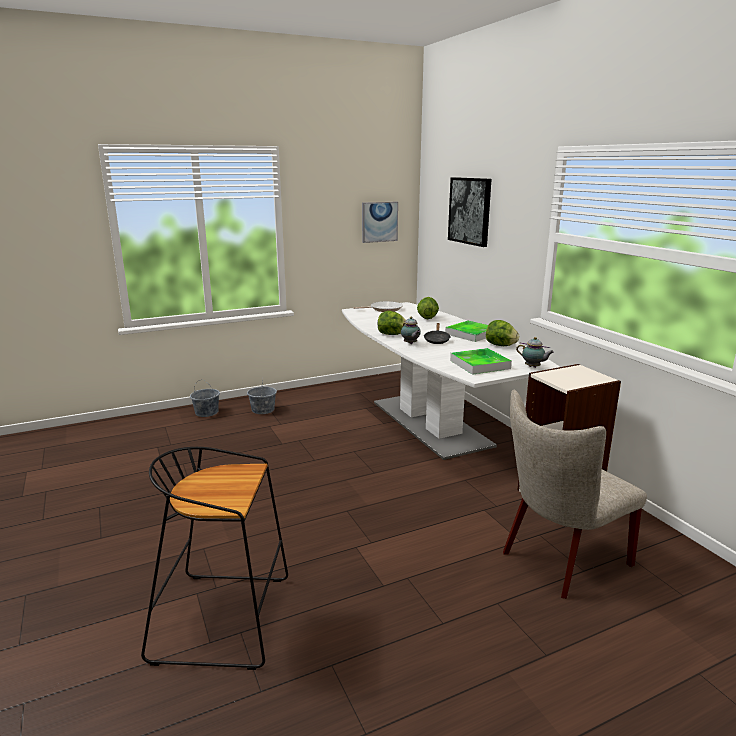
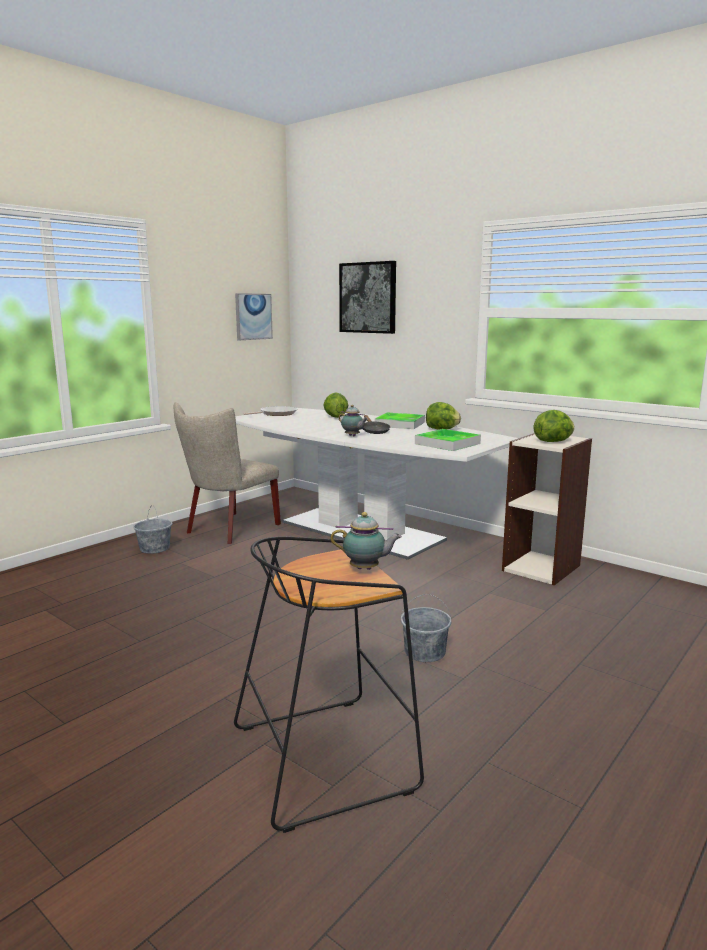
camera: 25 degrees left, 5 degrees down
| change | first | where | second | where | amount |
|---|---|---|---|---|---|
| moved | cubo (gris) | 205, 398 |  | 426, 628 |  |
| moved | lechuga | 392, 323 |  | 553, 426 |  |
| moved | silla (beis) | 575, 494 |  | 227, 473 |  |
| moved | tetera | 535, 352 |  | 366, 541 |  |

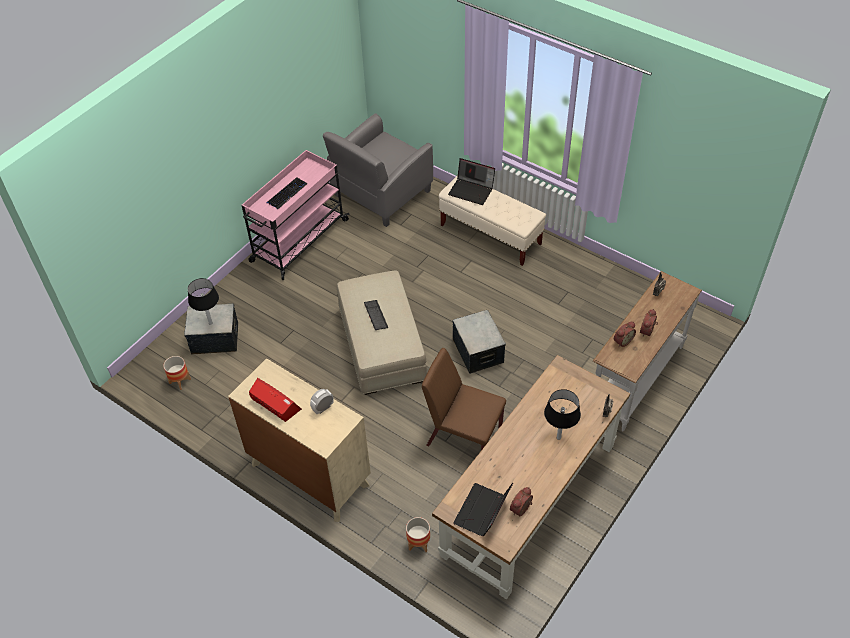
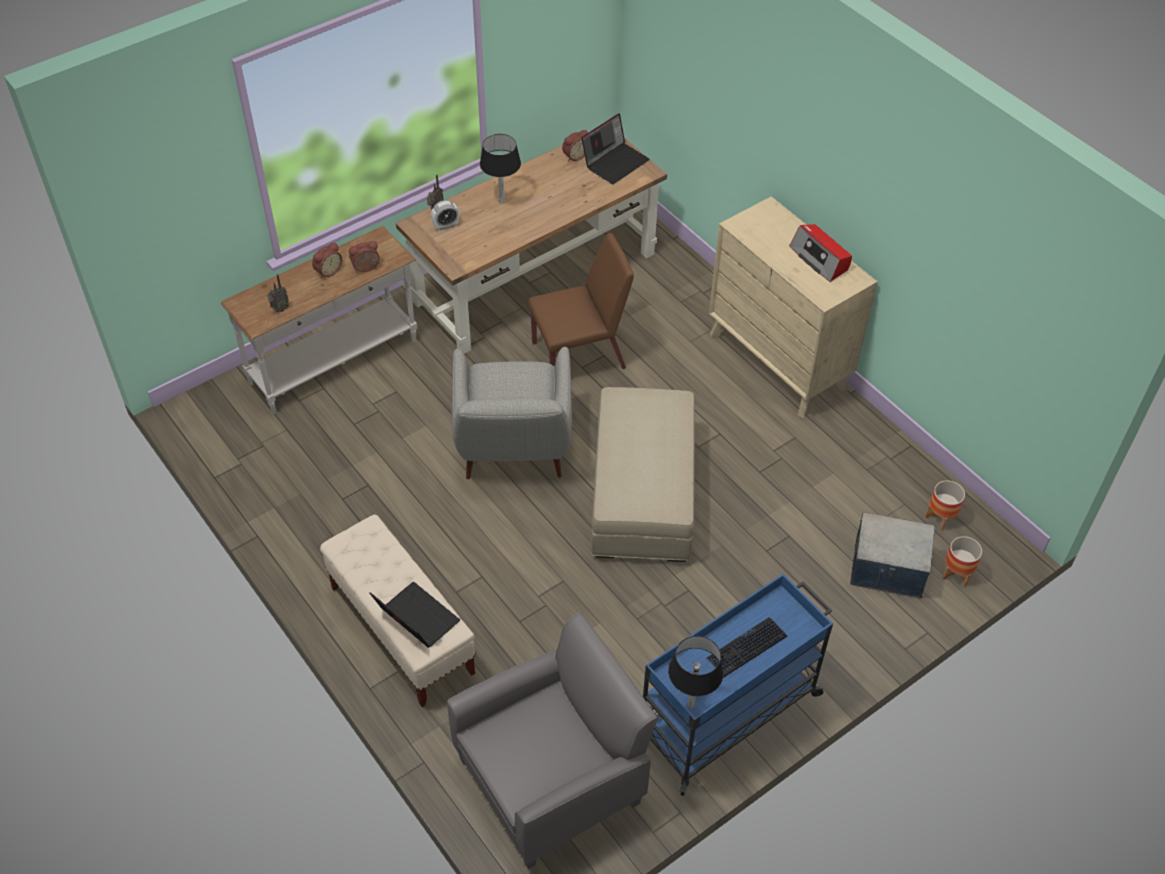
camera: 165 degrees left, 0 degrees up
| change | first | where | second | where | amount |
|---|---|---|---|---|---|
| removed | teclado | 376, 315 |  |  |  |
| moved | lámpara de mesa (negro) | 203, 301 |  | 696, 672 |  |
| moved | despertador | 322, 401 |  | 445, 215 |  |
| moved | maceta | 418, 534 |  | 962, 561 |  |
| replaced | caja de almacenaje | 479, 342 | sillón (gris) | 512, 413 |  |
| recoloured | carrito (rosa) | 295, 215 | carrito (azul) | 738, 685 |  |
| turned | silla (marrón) | 464, 399 |  | 581, 301 | 60 degrees counterclockwise |

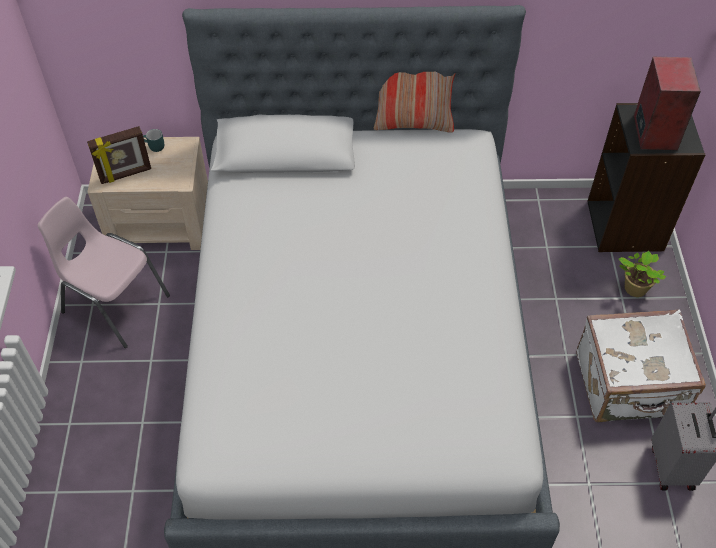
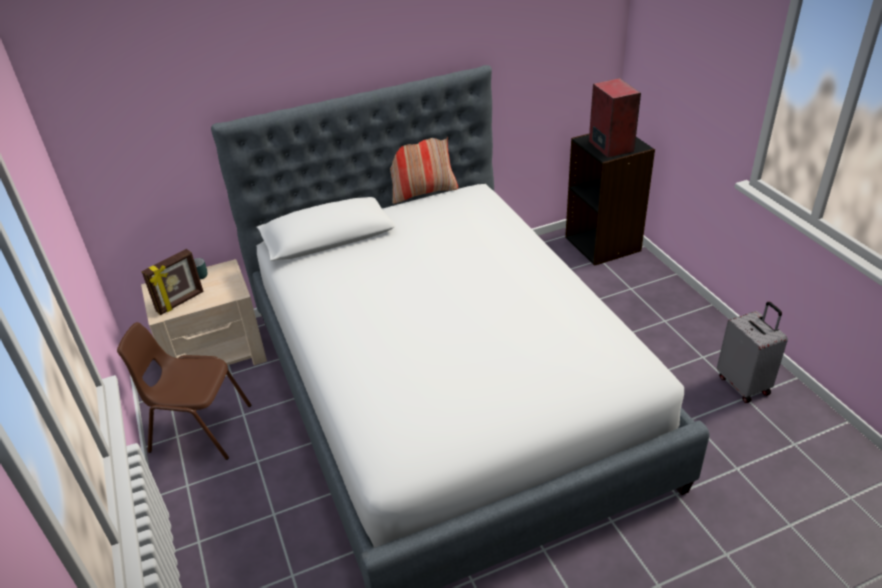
camera: 20 degrees left, 15 degrees down
| change | first | where | second | where | amount |
|---|---|---|---|---|---|
| removed | maleta (blanco) | 641, 365 |  |  |  |
| removed | planta en maceta | 642, 274 |  |  |  |
| recoloured | silla (rosa) | 104, 272 | silla (marrón) | 184, 391 |  |

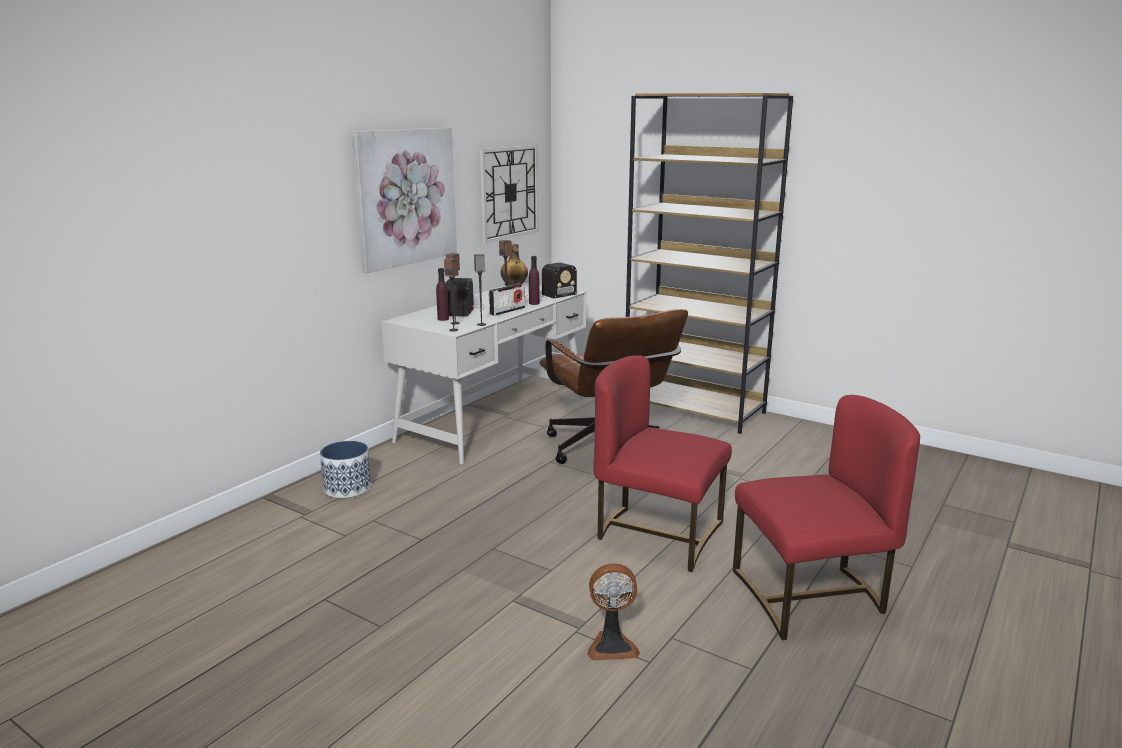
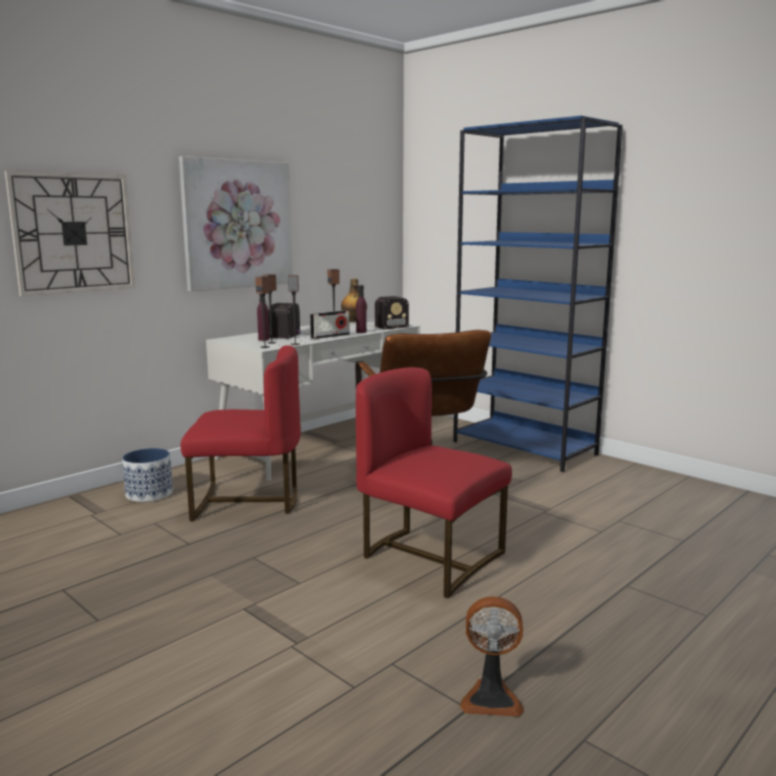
camera: 10 degrees right, 5 degrees down
| change | first | where | second | where | amount |
|---|---|---|---|---|---|
| moved | reloj de pared | 509, 194 |  | 69, 233 |  |
| moved | ventilador | 613, 611 |  | 492, 656 |  |
| moved | silla (rojo) | 826, 517 |  | 241, 433 |  |
| recoloured | estantería (marrón) | 709, 263 | estantería (azul) | 538, 294 |  |

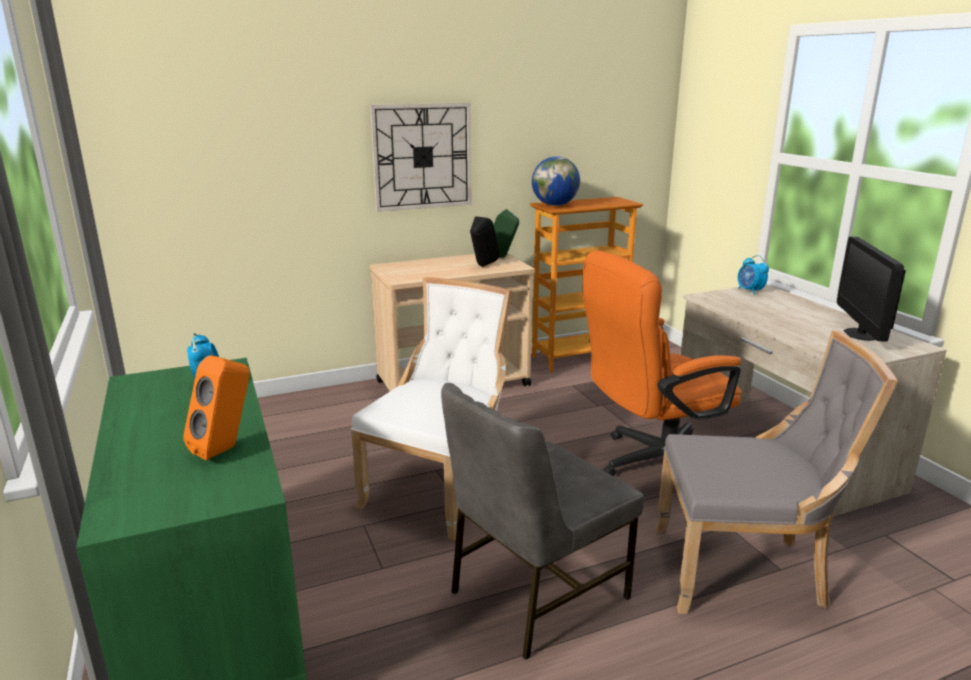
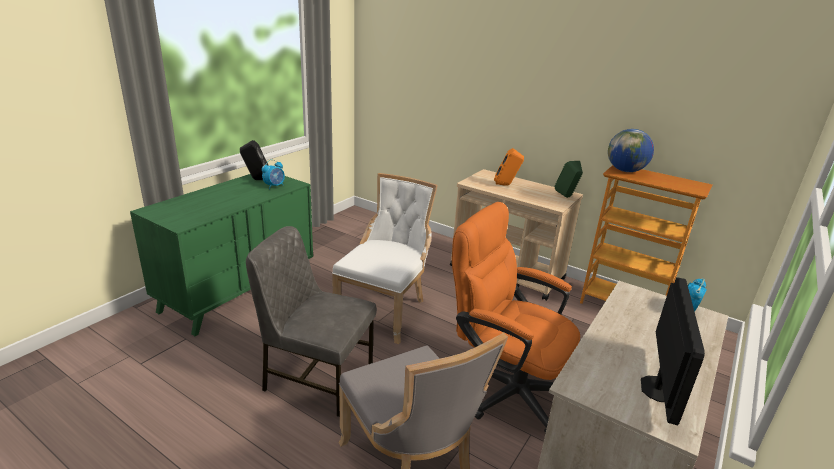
camera: 55 degrees right, 5 degrees up
| change | first | where | second | where | amount |
|---|---|---|---|---|---|
| removed | reloj de pared | 421, 157 |  |  |  |
| moved | altavoz (naranja) | 216, 408 |  | 509, 167 |  |
| moved | altavoz (negro) | 485, 241 |  | 254, 160 |  |
| turned | silla (blanco) | 431, 408 |  | 385, 258 | 60 degrees counterclockwise |
| turned | monitor | 871, 289 |  | 673, 351 | 135 degrees clockwise |

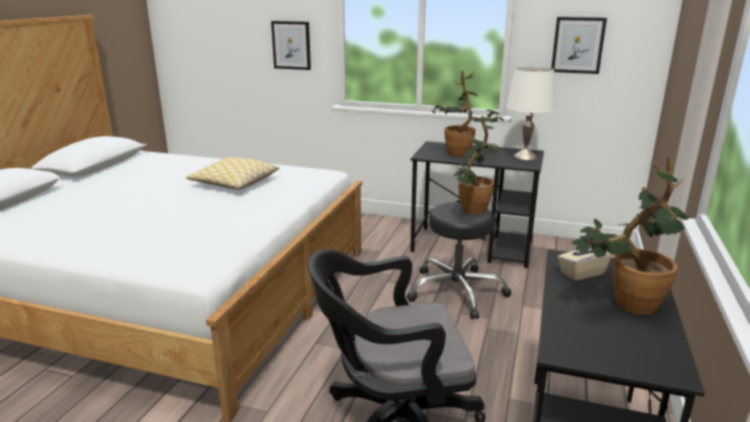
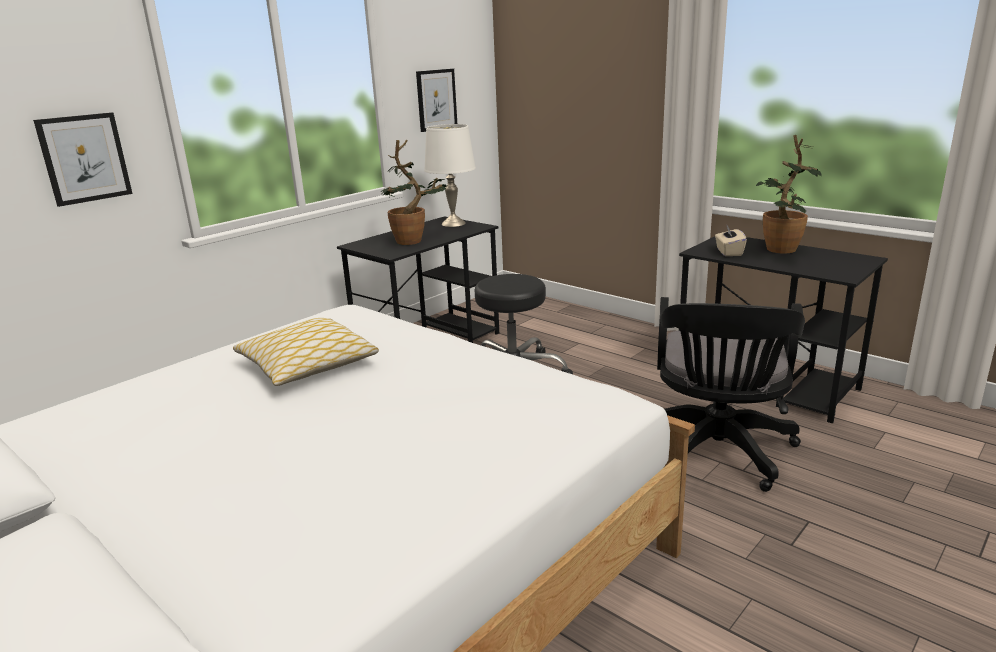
camera: 65 degrees left, 0 degrees up
| change | first | where | second | where | amount |
|---|---|---|---|---|---|
| removed | planta en maceta | 477, 165 |  |  |  |

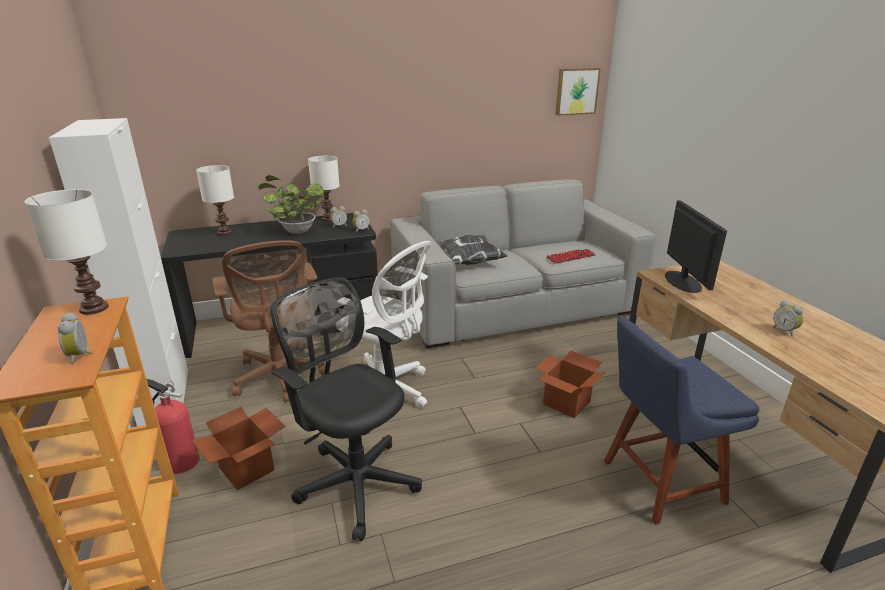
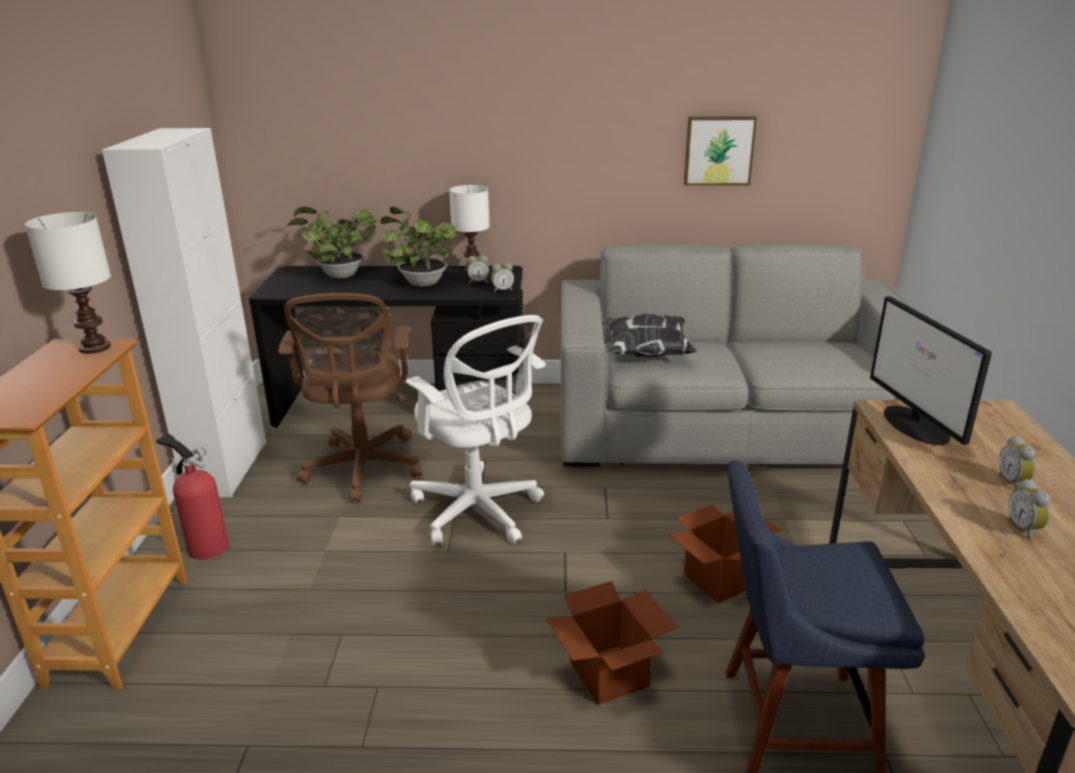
camera: 20 degrees right, 0 degrees up
| change | first | where | second | where | amount |
|---|---|---|---|---|---|
| removed | silla de oficina (negro) | 346, 409 |  |  |  |
| removed | teclado | 570, 256 |  |  |  |
| moved | despertador | 75, 338 |  | 1017, 462 |  |
| moved | caja de cartón | 239, 448 |  | 611, 643 |  |
| moved | cuadro | 578, 91 |  | 720, 150 |  |
| replaced | lámpara de mesa (blanco) | 215, 200 | planta en maceta | 330, 242 |  |
| turned | monitor | 696, 246 |  | 931, 370 | 150 degrees clockwise |

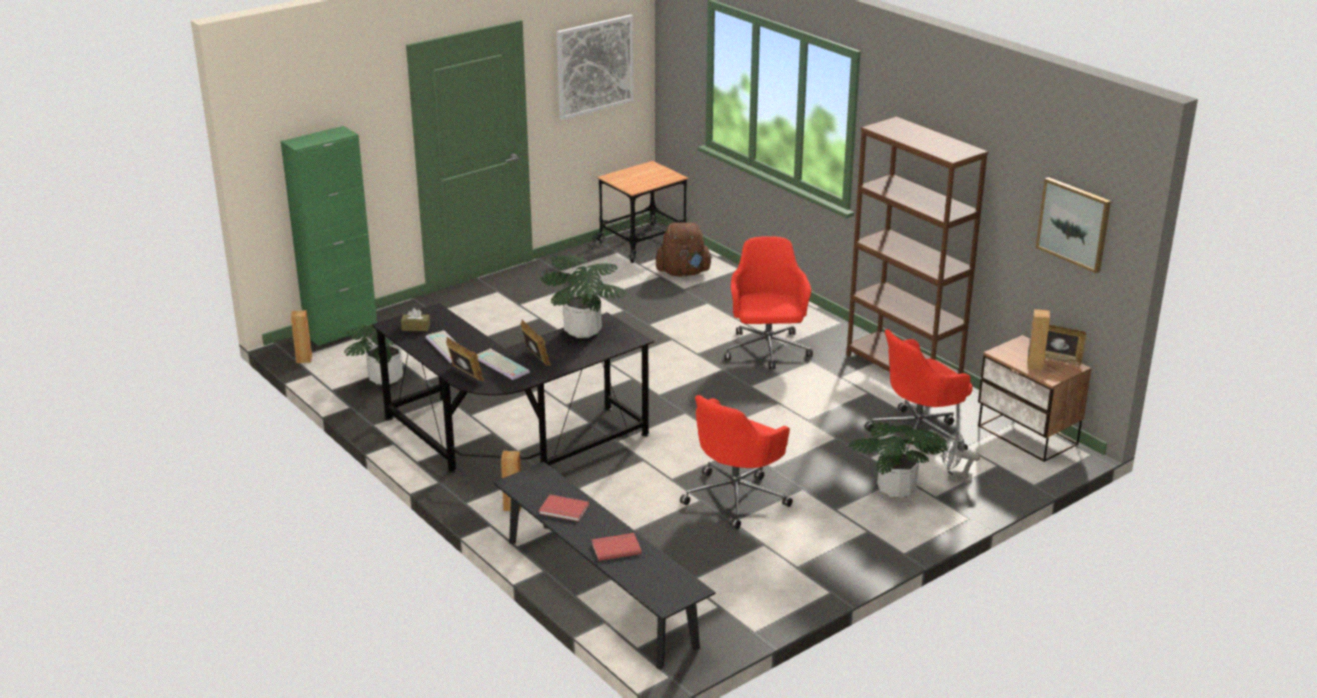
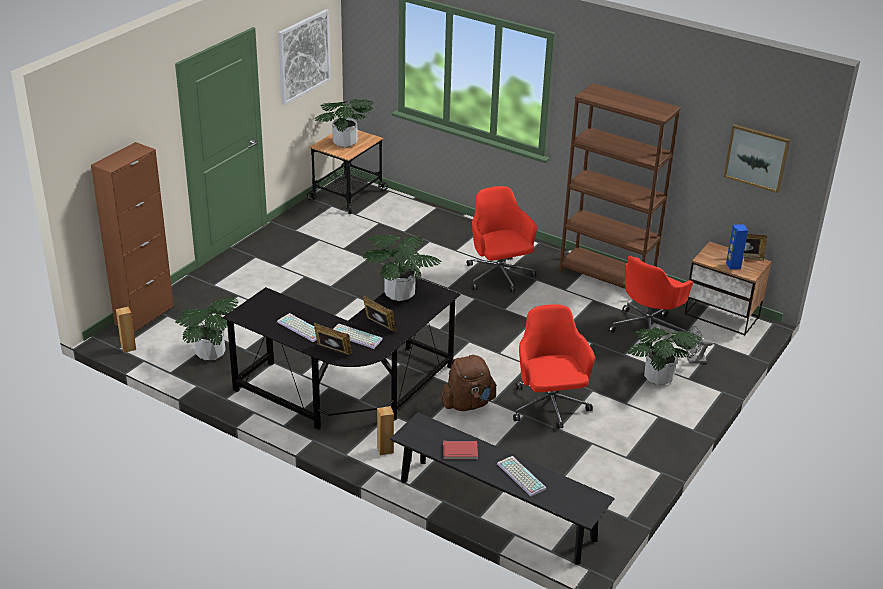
camera: 20 degrees left, 5 degrees up
| change | first | where | second | where | amount |
|---|---|---|---|---|---|
| removed | caja de pañuelos (marrón) | 415, 319 |  |  |  |
| added |  |  | planta en maceta | 344, 123 |  |
| moved | mochila (marrón) | 683, 249 |  | 469, 383 |  |
| replaced | libro (rojo) | 617, 547 | teclado | 521, 476 |  |
| recoloured | armario (verde) | 329, 236 | armario (marrón) | 132, 237 |  |
| recoloured | altavoz (marrón) | 1038, 339 | altavoz (azul) | 737, 246 |  |
| turned | silla de oficina (rojo) | 736, 462 |  | 554, 366 | 150 degrees clockwise |

